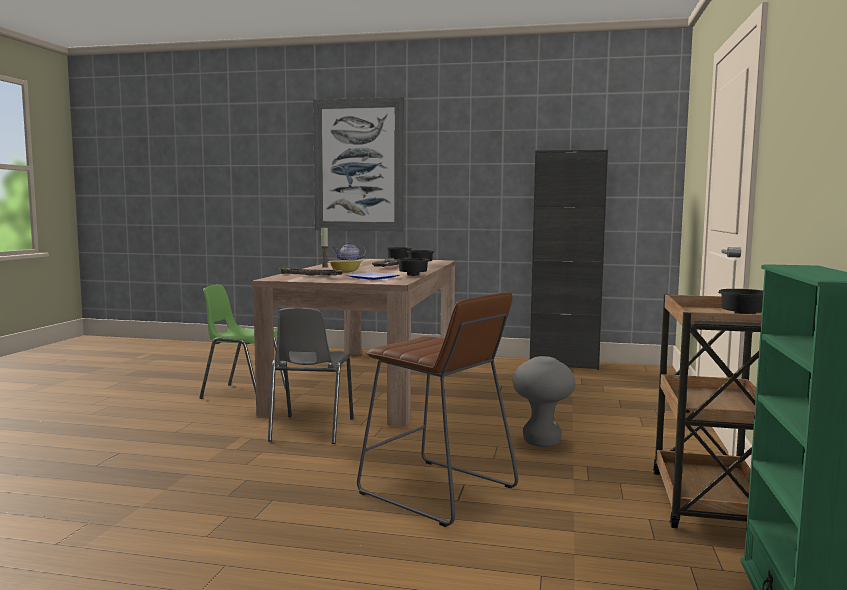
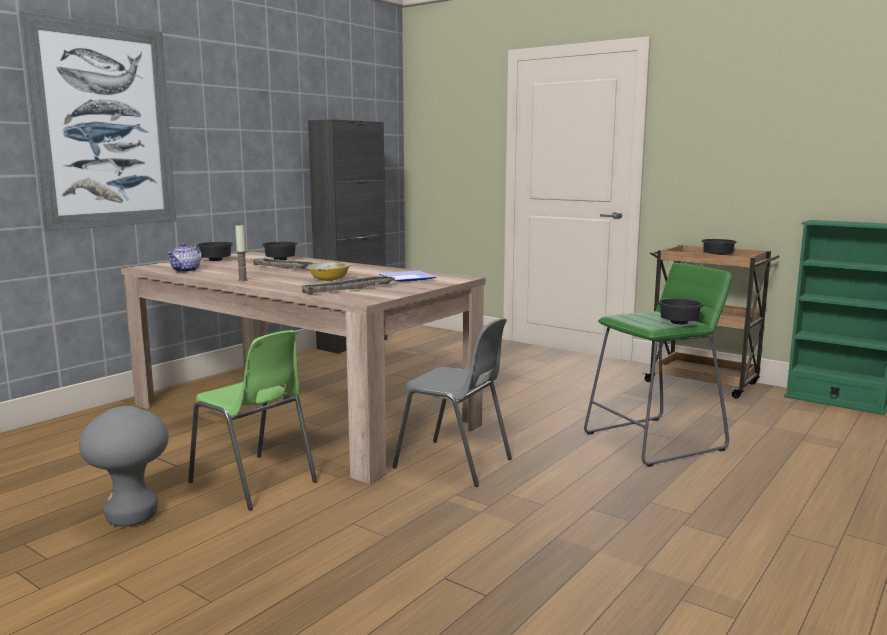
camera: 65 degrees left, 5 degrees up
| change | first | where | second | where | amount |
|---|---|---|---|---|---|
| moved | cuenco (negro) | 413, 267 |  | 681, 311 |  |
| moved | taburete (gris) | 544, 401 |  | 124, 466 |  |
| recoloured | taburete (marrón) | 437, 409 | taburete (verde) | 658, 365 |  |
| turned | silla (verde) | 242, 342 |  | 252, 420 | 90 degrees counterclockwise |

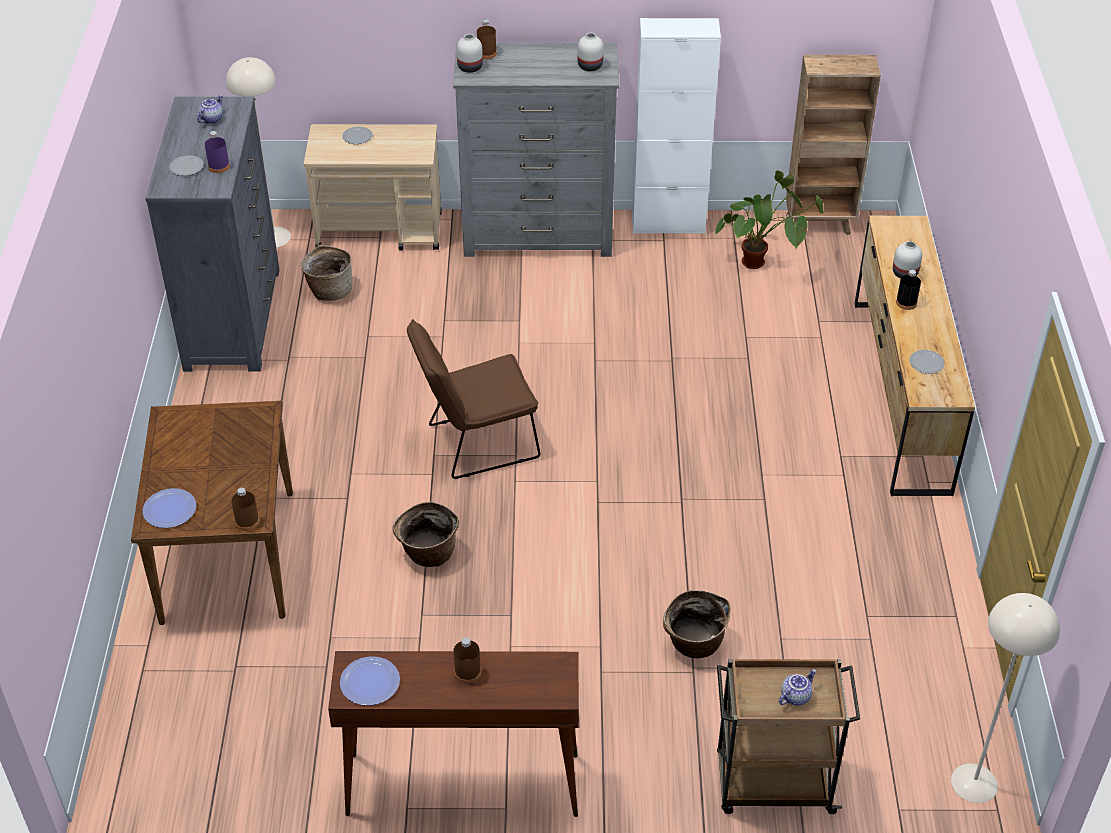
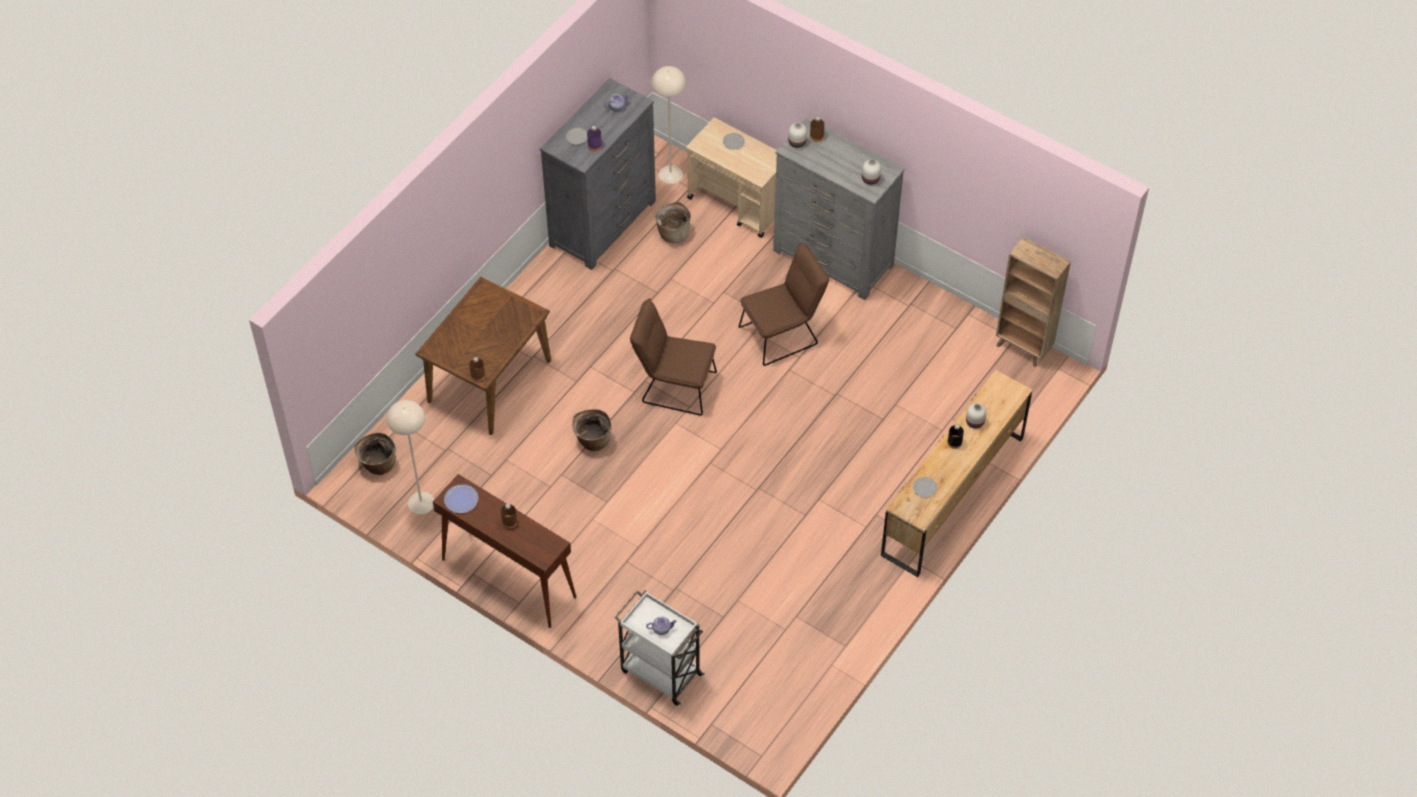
camera: 35 degrees right, 10 degrees up
| change | first | where | second | where | amount |
|---|---|---|---|---|---|
| removed | plato | 169, 508 |  |  |  |
| removed | armario (blanco) | 676, 126 |  |  |  |
| removed | planta en maceta | 769, 219 |  |  |  |
| added |  |  | silla (marrón) | 784, 304 |  |
| moved | cesta | 697, 624 |  | 375, 454 |  |
| moved | lámpara de pie (beis) | 1005, 698 |  | 411, 457 |  |
| recoloured | carrito (marrón) | 788, 736 | carrito (blanco) | 659, 648 |  |

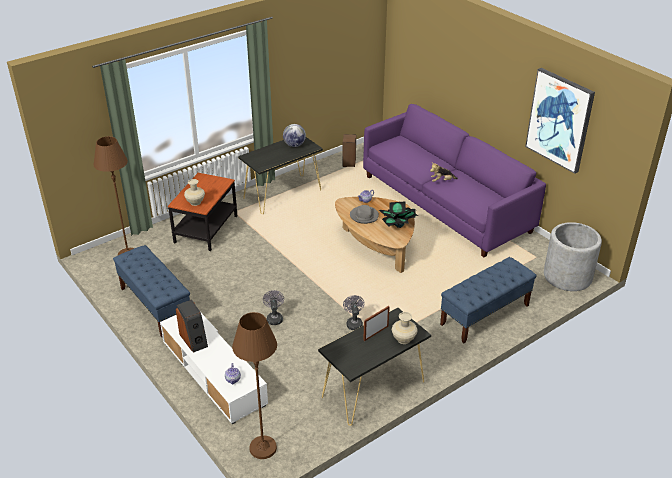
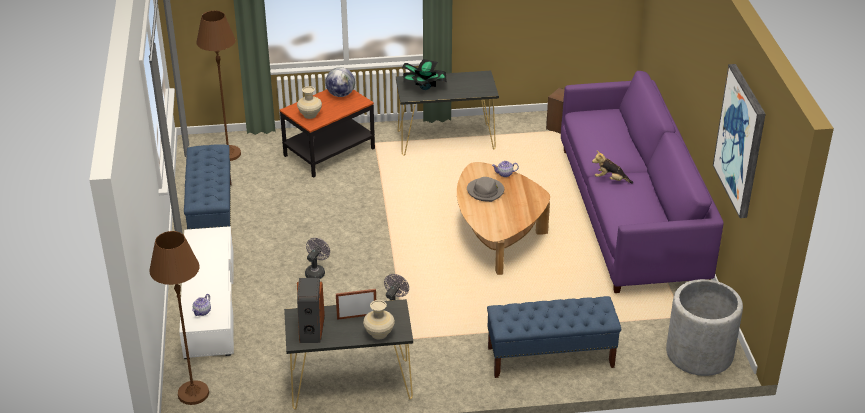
camera: 30 degrees right, 0 degrees up
| change | first | where | second | where | amount |
|---|---|---|---|---|---|
| moved | altavoz | 192, 326 |  | 311, 310 |  |
| moved | globo terráqueo | 294, 135 |  | 340, 82 |  |
| moved | planta en maceta | 398, 215 |  | 424, 74 |  |

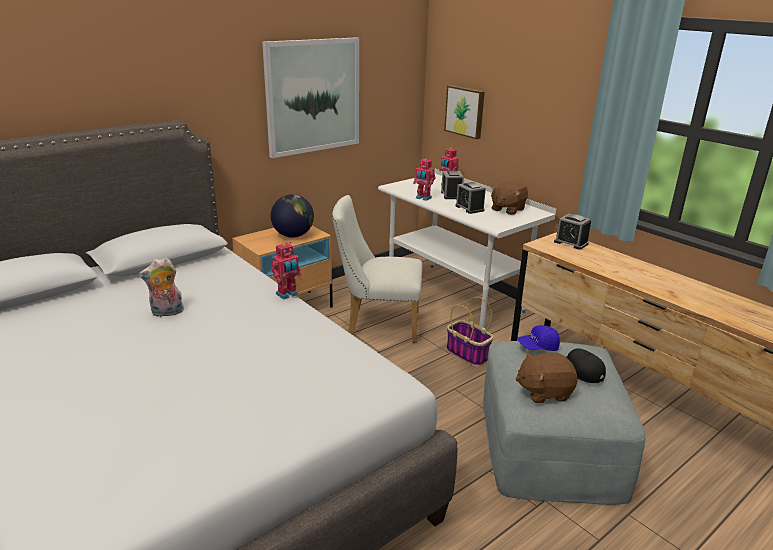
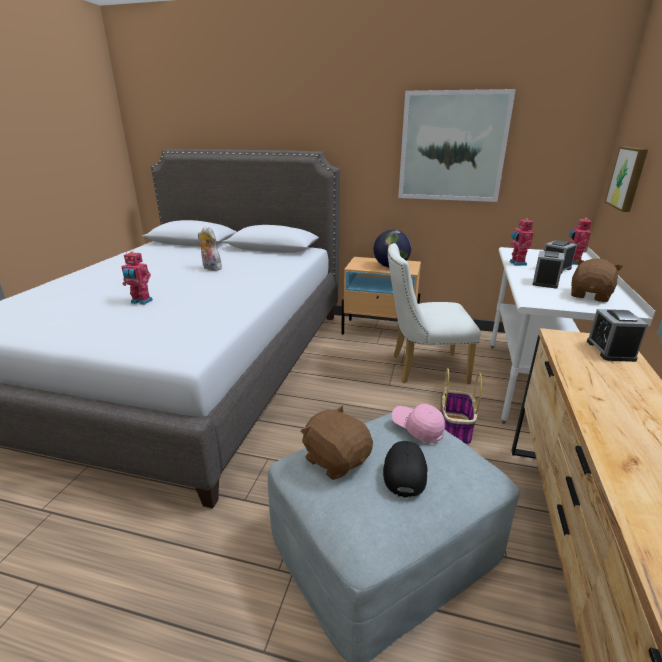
camera: 55 degrees right, 0 degrees up
| change | first | where | second | where | amount |
|---|---|---|---|---|---|
| moved | robot de juguete | 286, 271 |  | 137, 278 |  |
| recoloured | gorra (azul) | 538, 338 | gorra (rosa) | 418, 423 |  |
| turned | silla (blanco) | 377, 269 |  | 434, 313 | 60 degrees counterclockwise |
| turned | peluche (marrón) | 509, 198 |  | 597, 280 | 120 degrees clockwise |

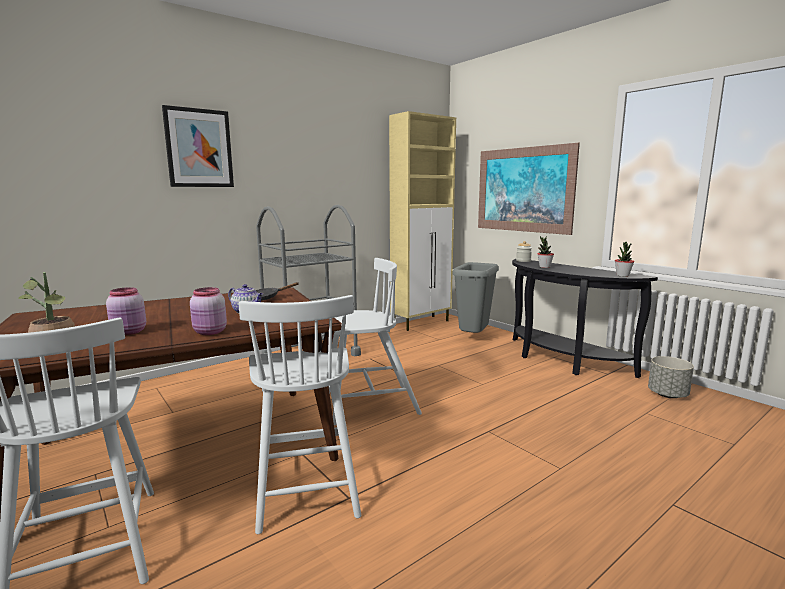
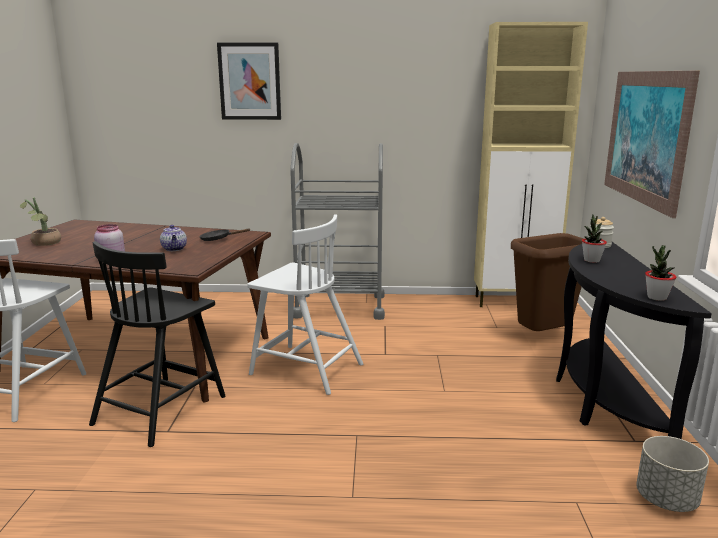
camera: 40 degrees right, 5 degrees up
| change | first | where | second | where | amount |
|---|---|---|---|---|---|
| removed | tarro (rosa) | 126, 311 |  |  |  |
| recoloured | silla (blanco) | 300, 414 | silla (negro) | 157, 344 |  |
| recoloured | papelera (gris) | 475, 297 | papelera (marrón) | 547, 282 |  |

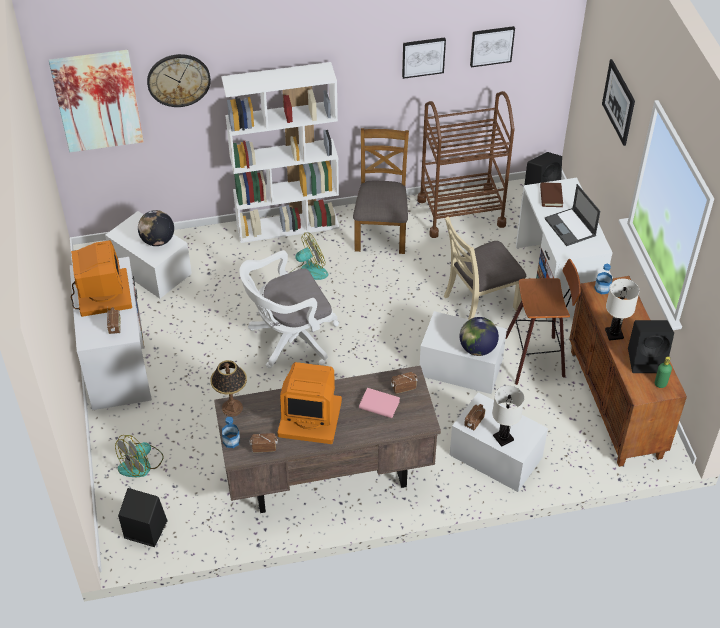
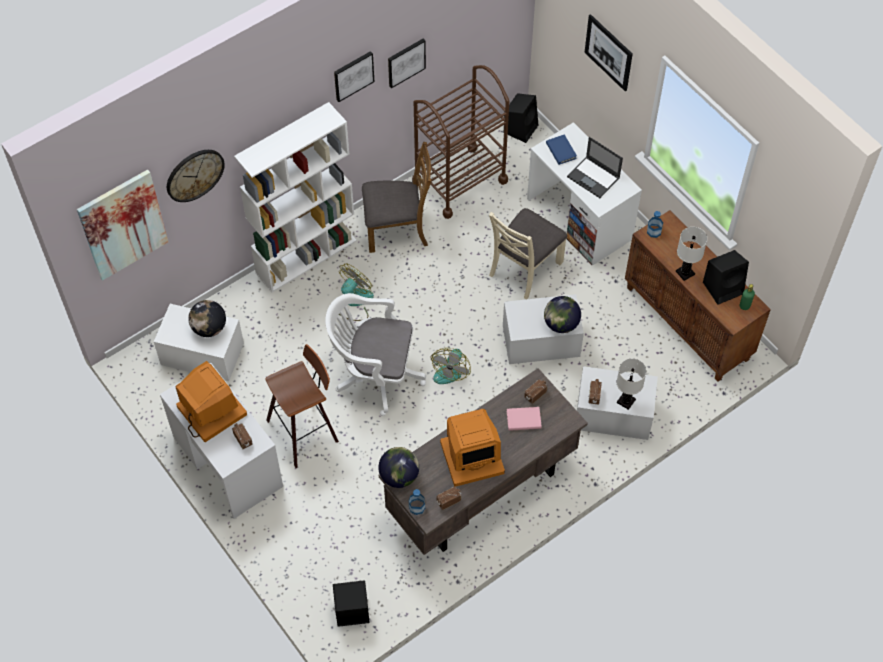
camera: 25 degrees left, 10 degrees up
| change | first | where | second | where | amount |
|---|---|---|---|---|---|
| moved | ventilador | 139, 456 |  | 450, 366 |  |
| moved | cuadro | 492, 46 |  | 354, 76 |  |
| moved | taburete | 543, 322 |  | 302, 406 |  |
| replaced | lámpara de mesa | 228, 388 | globo terráqueo | 398, 467 |  |
| recoloured | libro (marrón) | 551, 194 | libro (azul) | 561, 149 |  |
| turned | silla de oficina (blanco) | 289, 309 |  | 376, 354 | 60 degrees clockwise |
| turned | silla (marrón) | 381, 191 |  | 397, 197 | 105 degrees clockwise |

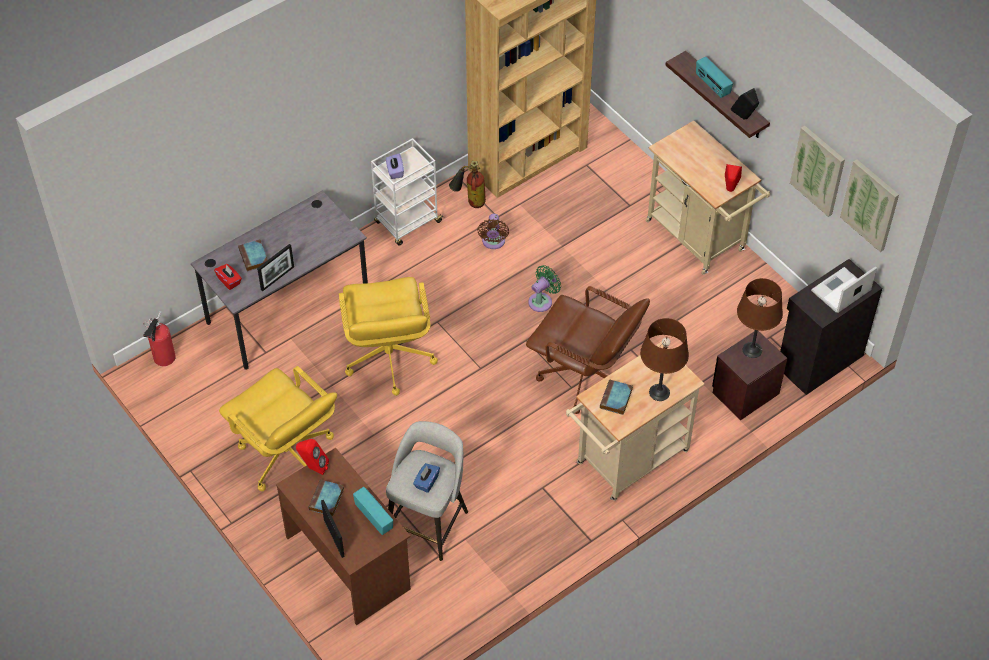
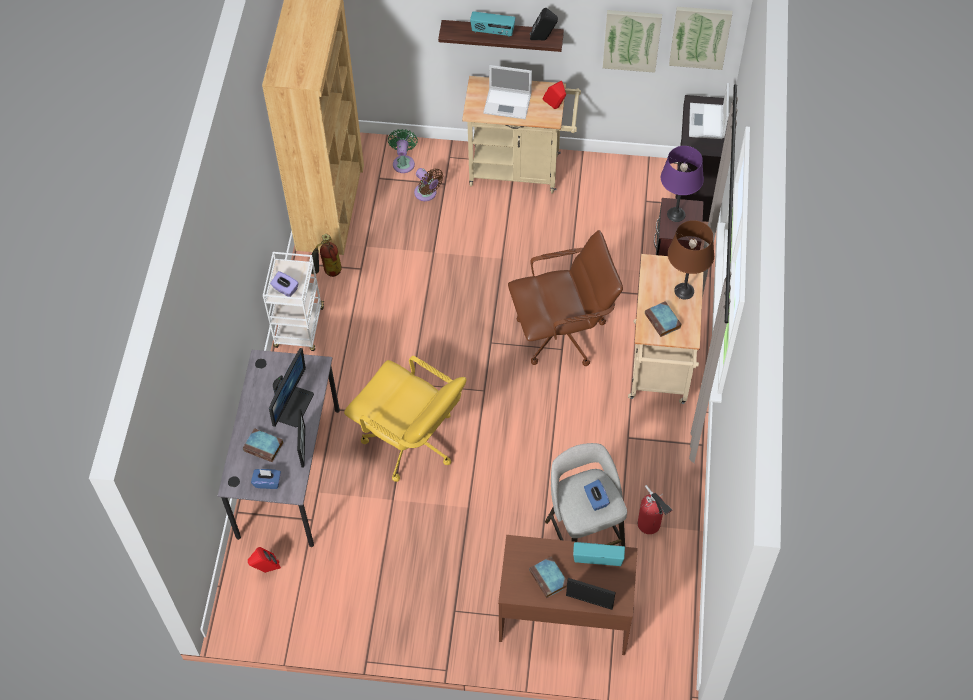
camera: 45 degrees left, 5 degrees up
| change | first | where | second | where | amount |
|---|---|---|---|---|---|
| removed | silla de oficina (amarillo) | 278, 428 |  |  |  |
| added |  |  | monitor | 291, 387 |  |
| added |  |  | portátil | 507, 92 |  |
| moved | extintor | 159, 338 |  | 655, 509 |  |
| moved | altavoz (rojo) | 312, 457 |  | 264, 560 |  |
| moved | ventilador (marrón) | 493, 231 |  | 428, 184 |  |
| moved | ventilador (verde) | 544, 288 |  | 403, 151 |  |
| recoloured | caja de pañuelos (rojo) | 228, 277 | caja de pañuelos (azul) | 266, 479 |  |
| recoloured | lámpara de mesa (marrón) | 760, 318 | lámpara de mesa (morado) | 682, 184 |  |

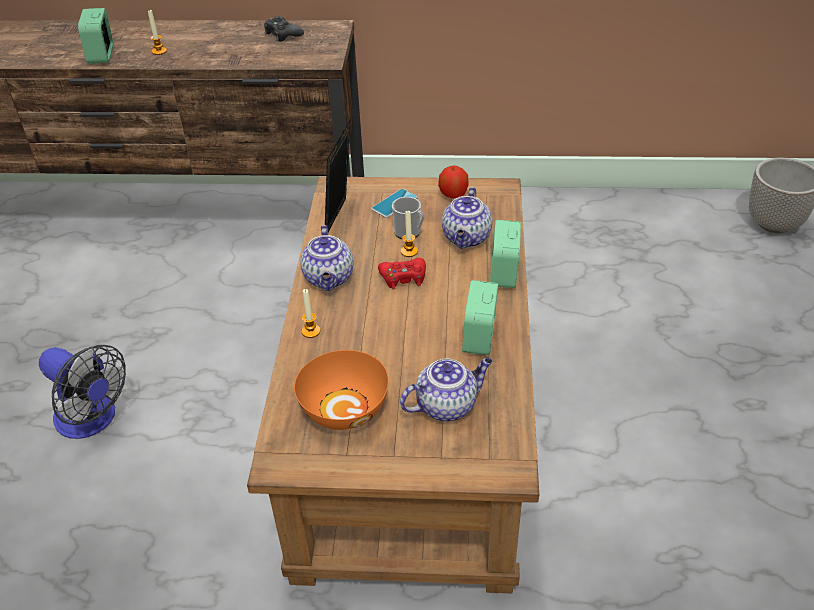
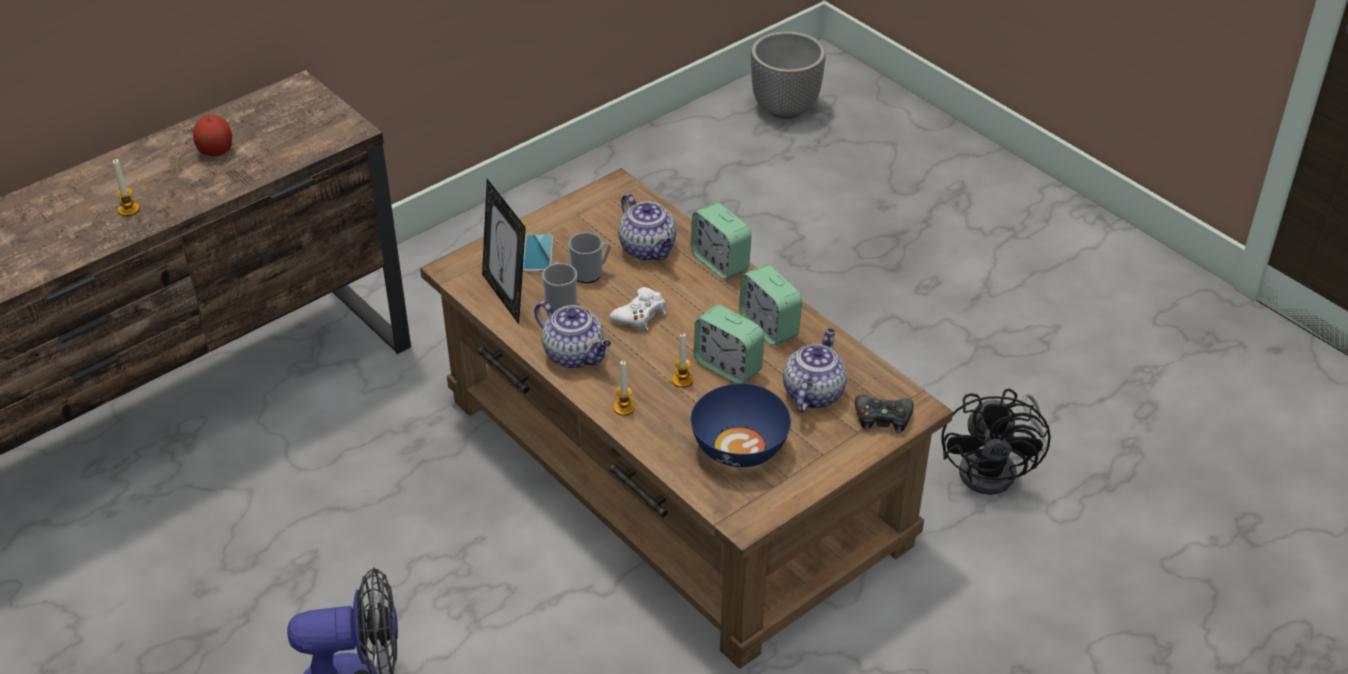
camera: 45 degrees left, 0 degrees up
| change | first | where | second | where | amount |
|---|---|---|---|---|---|
| added |  |  | taza grande | 559, 286 |  |
| added |  |  | ventilador (negro) | 996, 442 |  |
| moved | despertador | 95, 36 |  | 729, 344 |  |
| moved | mando de consola (negro) | 284, 29 |  | 884, 414 |  |
| moved | vela | 409, 234 |  | 682, 360 |  |
| moved | manzana | 453, 182 |  | 212, 135 |  |
| recoloured | cuenco (naranja) | 341, 390 | cuenco (azul) | 740, 425 |  |
| recoloured | mando de consola (rojo) | 402, 274 | mando de consola (blanco) | 637, 309 |  |

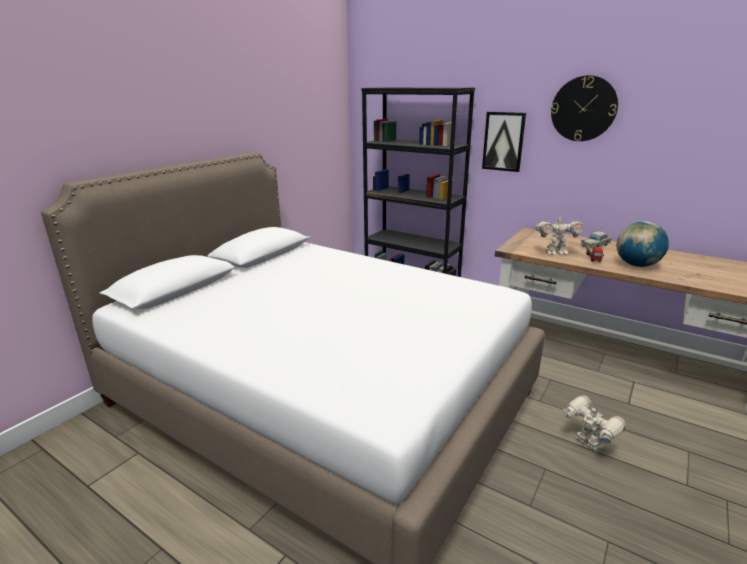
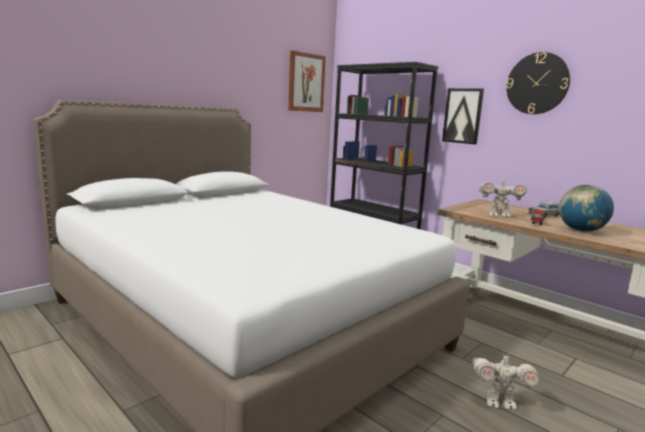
camera: 10 degrees right, 10 degrees down
| change | first | where | second | where | amount |
|---|---|---|---|---|---|
| added |  |  | cuadro | 307, 81 |  |
| turned | robot de juguete | 594, 423 |  | 505, 380 | 120 degrees clockwise |

